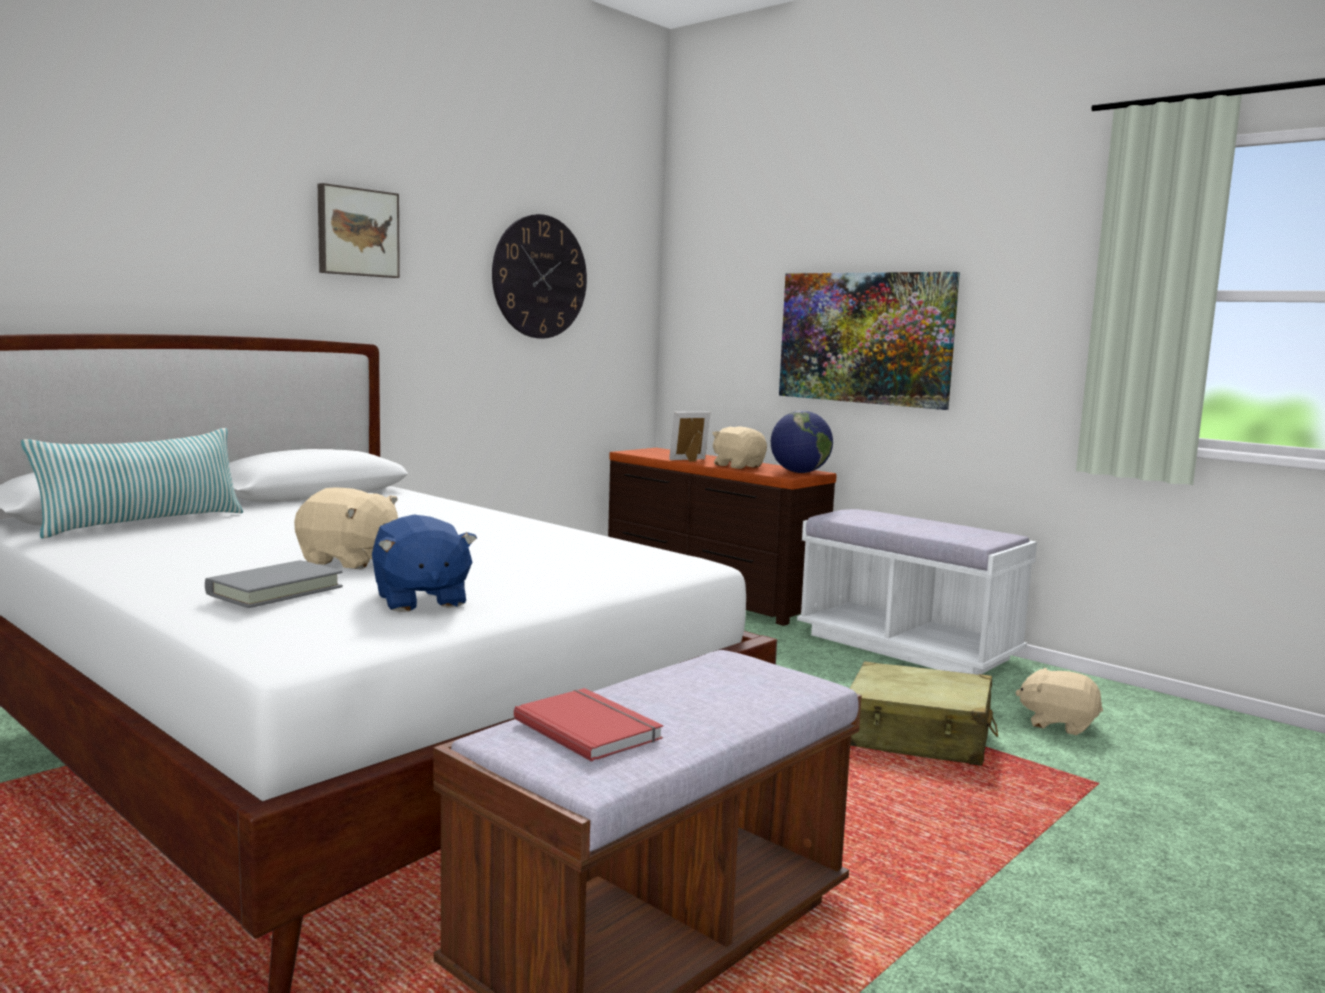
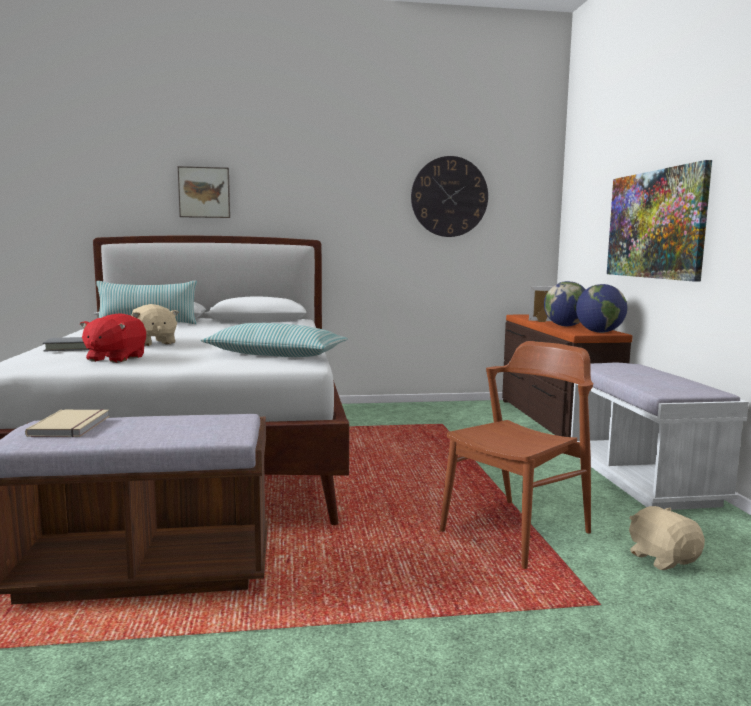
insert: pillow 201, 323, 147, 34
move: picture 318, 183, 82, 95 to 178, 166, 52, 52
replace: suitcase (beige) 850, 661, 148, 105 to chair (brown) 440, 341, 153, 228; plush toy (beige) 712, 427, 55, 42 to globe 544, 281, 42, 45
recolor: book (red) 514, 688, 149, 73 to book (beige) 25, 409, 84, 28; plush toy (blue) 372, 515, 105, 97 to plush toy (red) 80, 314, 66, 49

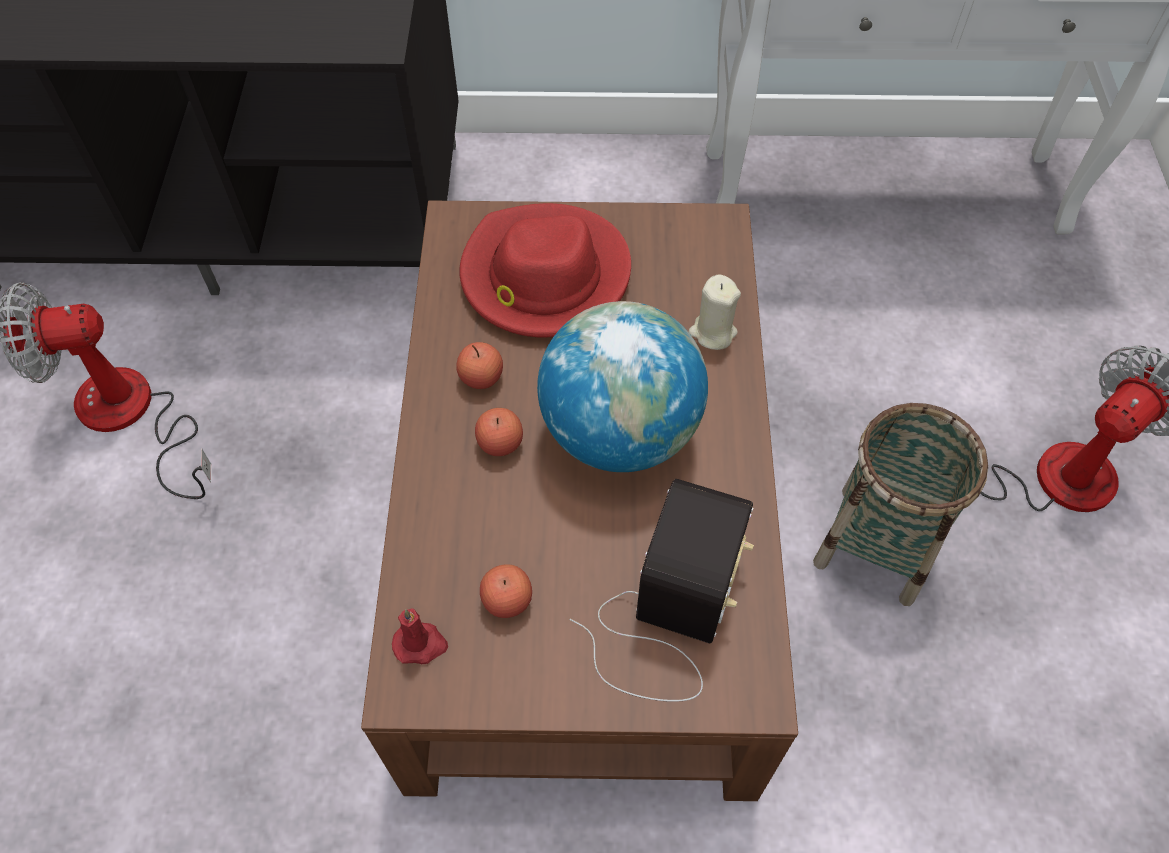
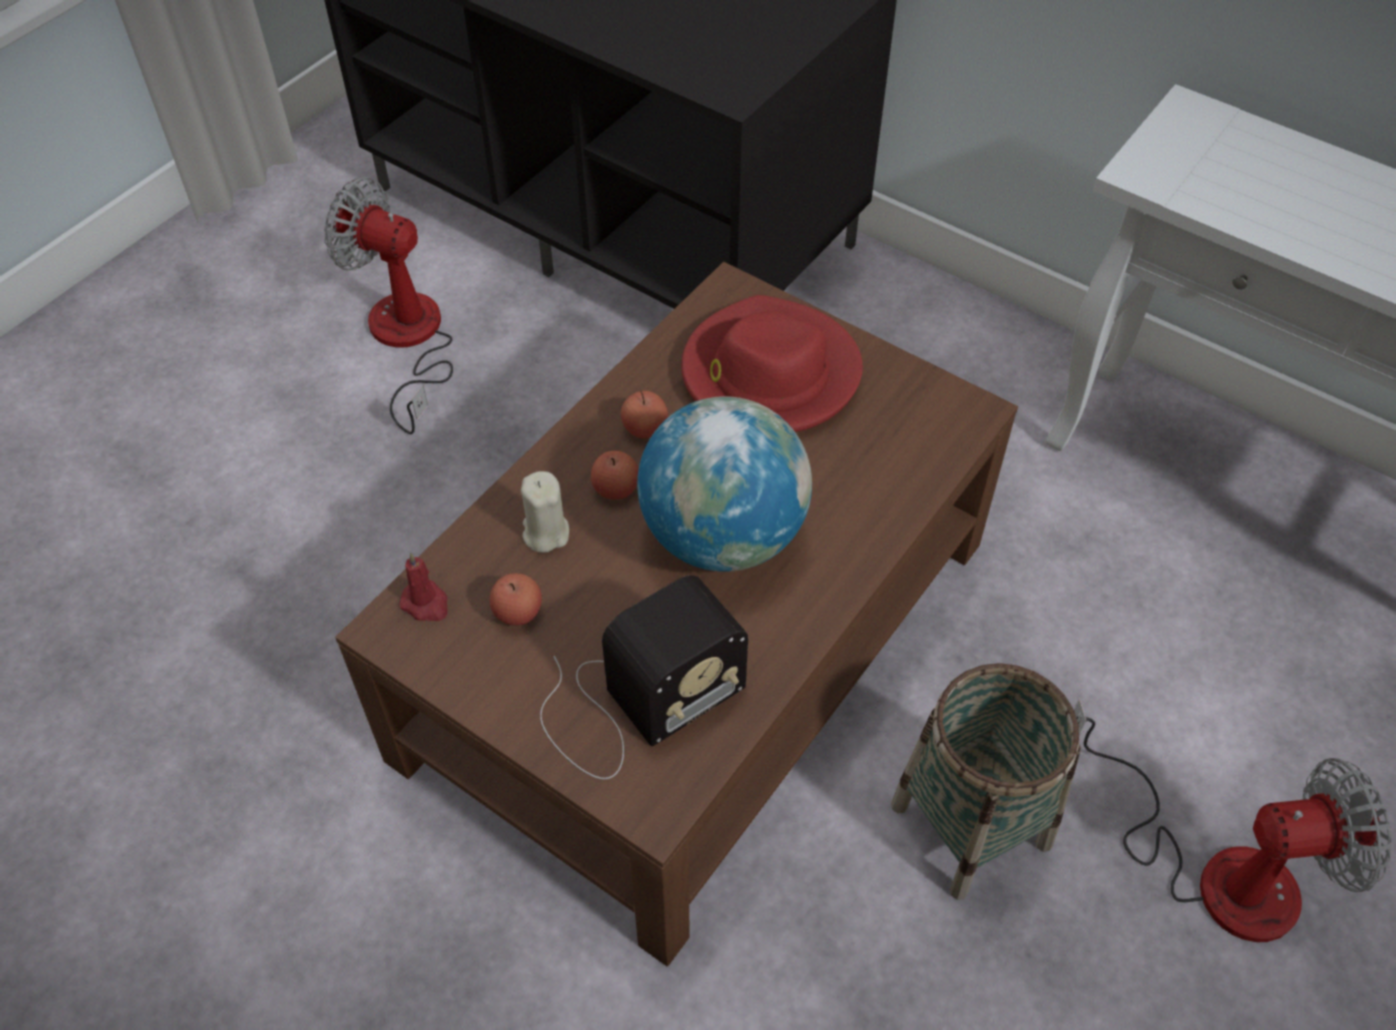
move: candle (beige) 689, 274, 52, 76 to 521, 471, 48, 82

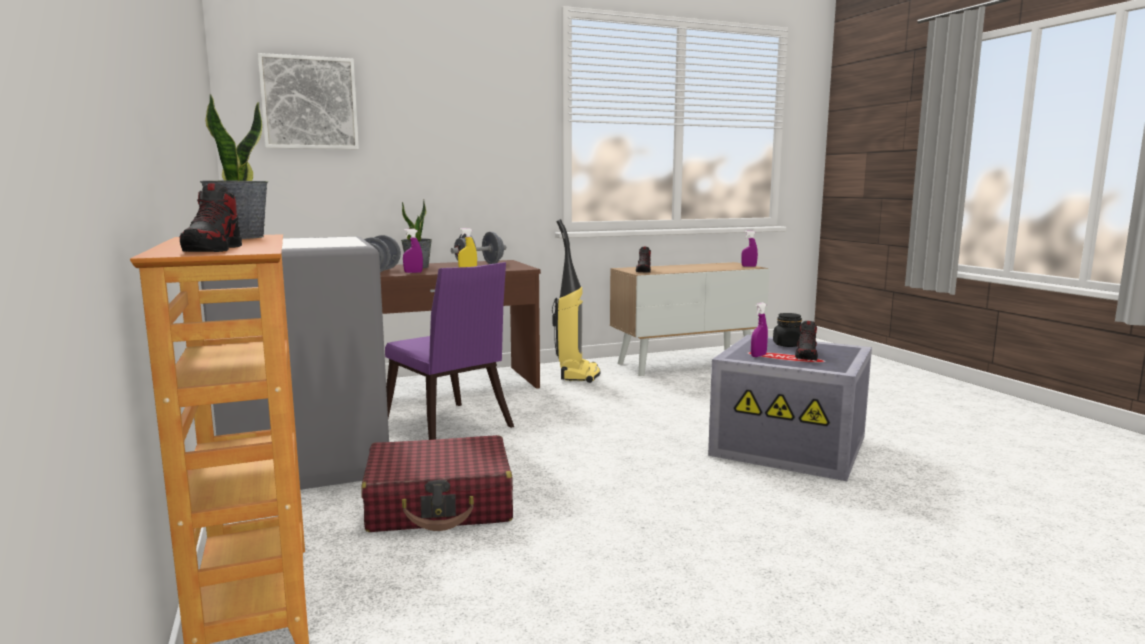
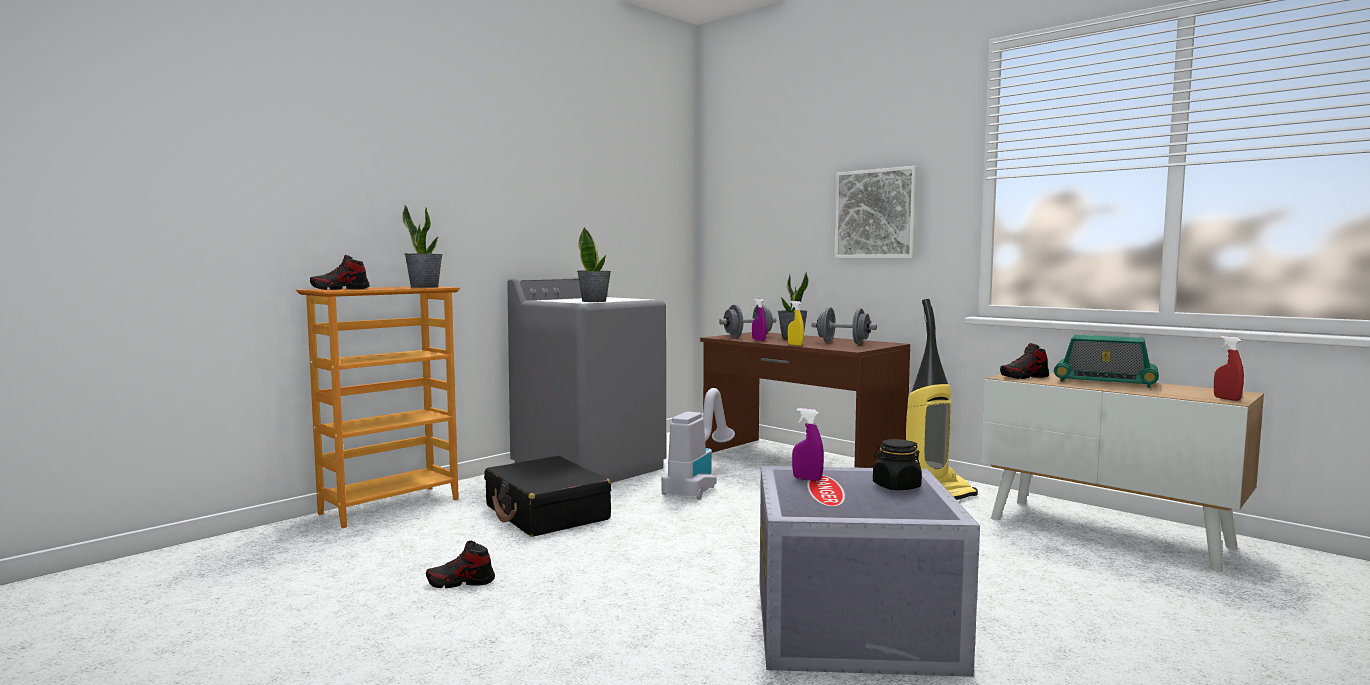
insert: potted plant 577, 227, 34, 75; radio 1054, 335, 105, 53
move: shoe 795, 321, 23, 39 to 426, 541, 69, 47; picture 258, 53, 101, 97 to 834, 166, 84, 92
replace: chair (purple) 385, 262, 129, 178 to vacuum cleaner 661, 388, 74, 112
recolor: suitcase (red) 361, 435, 152, 97 to suitcase (black) 484, 456, 127, 81; spray bottle (purple) 741, 231, 17, 36 to spray bottle (red) 1214, 336, 30, 65

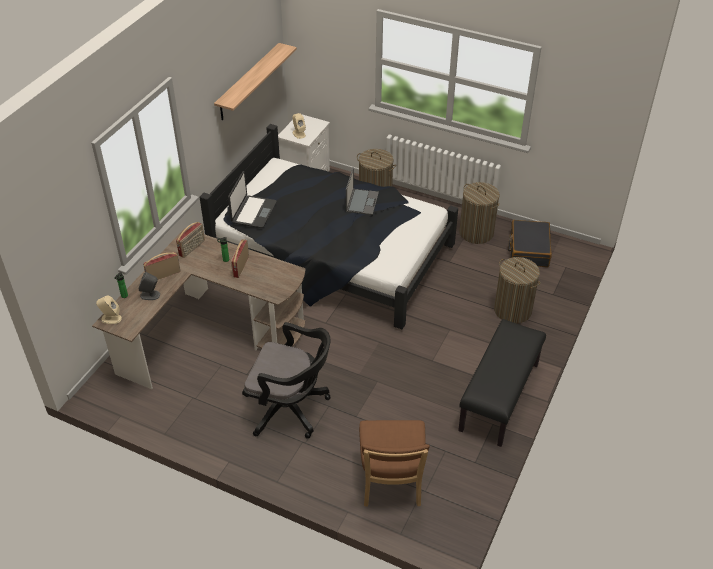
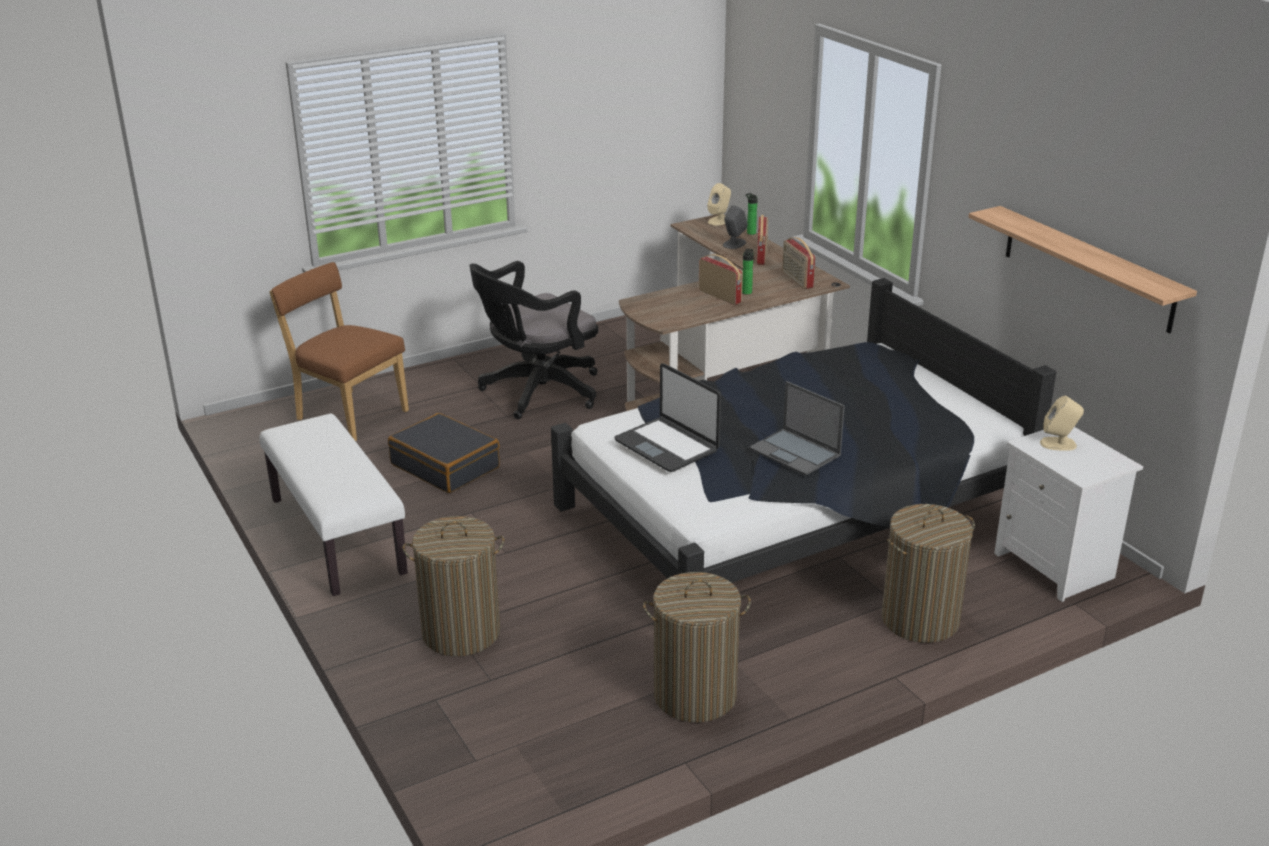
move: suitcase (black) 508, 220, 44, 47 to 388, 413, 112, 80; laptop 228, 171, 48, 57 to 614, 364, 107, 108
recolor: bench (black) 458, 319, 88, 128 to bench (white) 259, 413, 149, 183

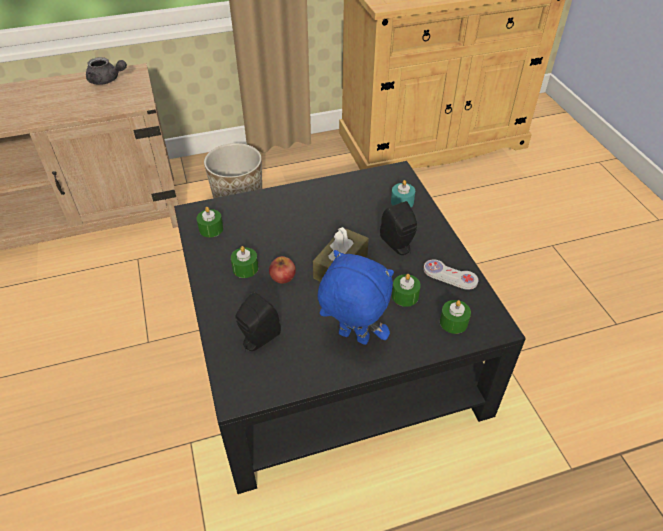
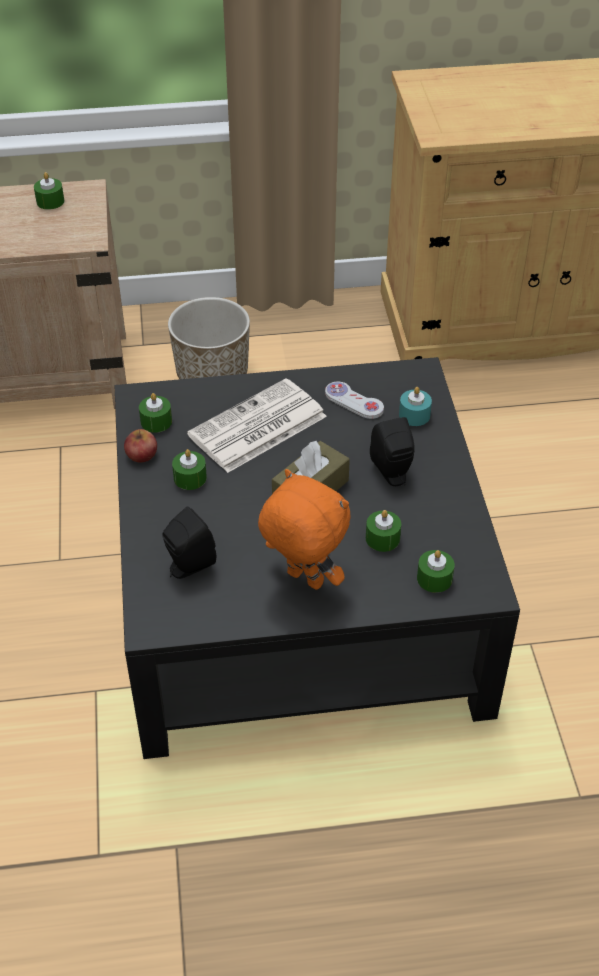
insert: newspaper 187, 378, 140, 95
move: apple 269, 256, 27, 28 to 124, 429, 33, 33; game controller (white) 423, 259, 55, 31 to 325, 382, 59, 37
replace: teapot (grey) 86, 57, 41, 28 to candle (green) 34, 172, 30, 38
recolor: plush toy (blue) 318, 250, 76, 95 to plush toy (orange) 258, 469, 92, 121

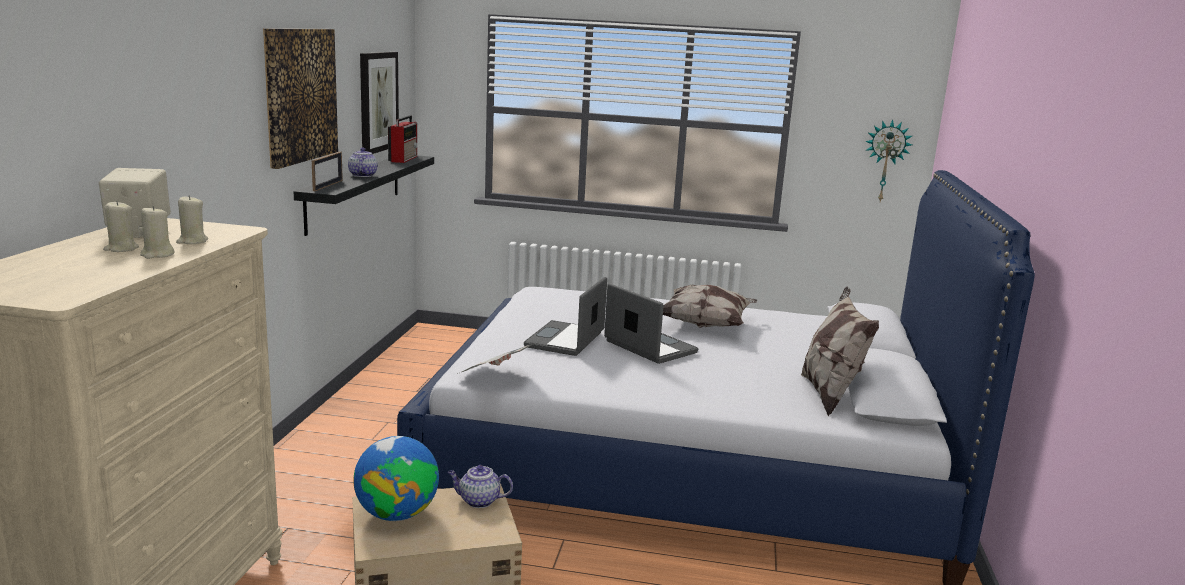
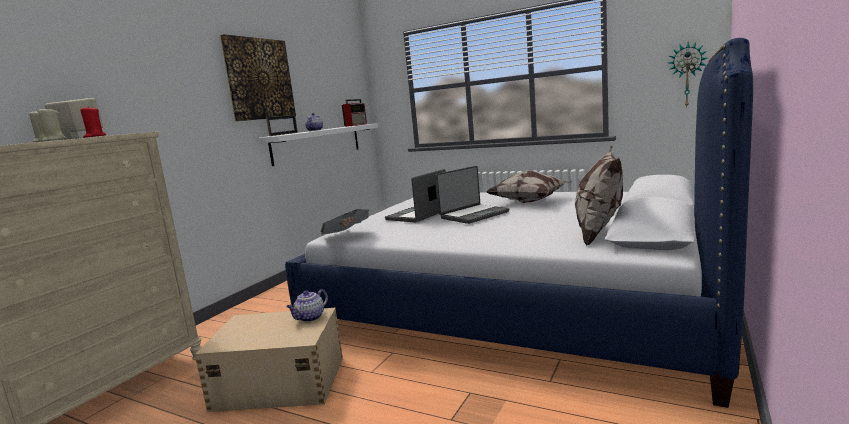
delete: globe 353, 436, 86, 85; picture 360, 52, 39, 102
recolor: candle (beige) 176, 195, 32, 49 to candle (red) 80, 106, 26, 32; shelf (black) 294, 156, 140, 80 to shelf (white) 259, 123, 119, 43
rotate: teapot 447, 465, 66, 43 = 286, 289, 42, 33 75 degrees counterclockwise; laptop 604, 284, 94, 80 = 435, 166, 74, 58 75 degrees clockwise

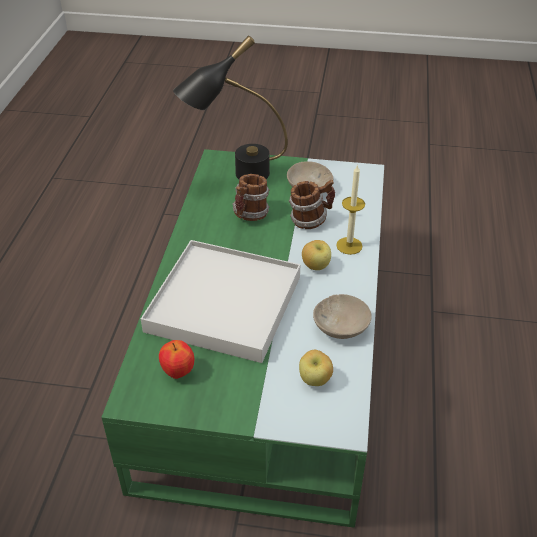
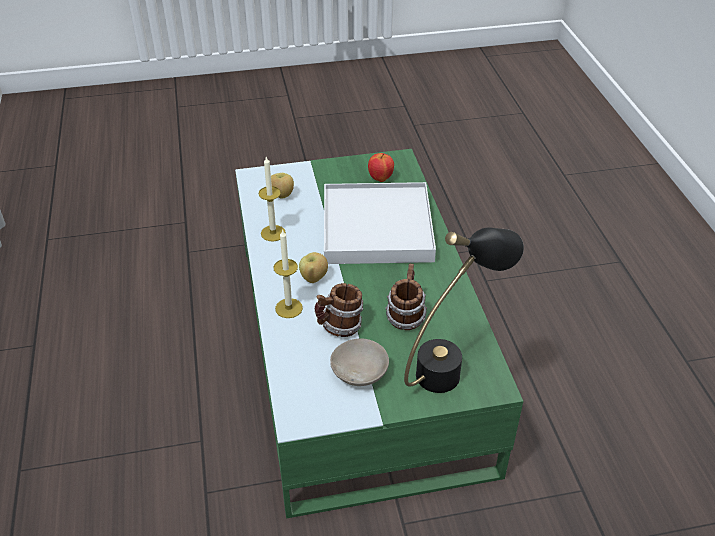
replace: bowl (beige) 313, 294, 59, 45 to candle 259, 157, 27, 84

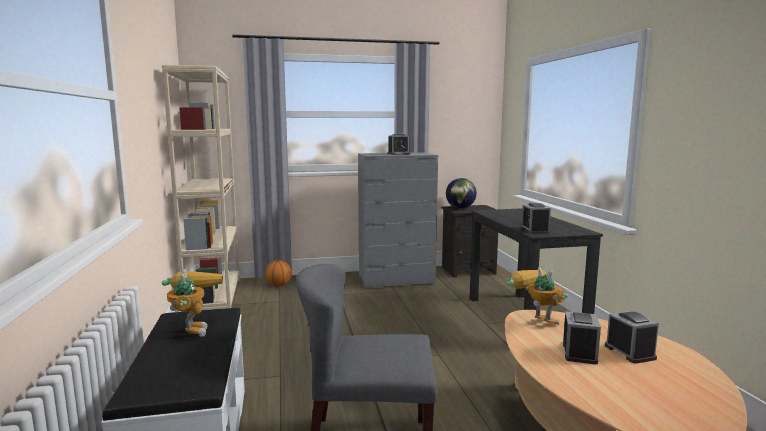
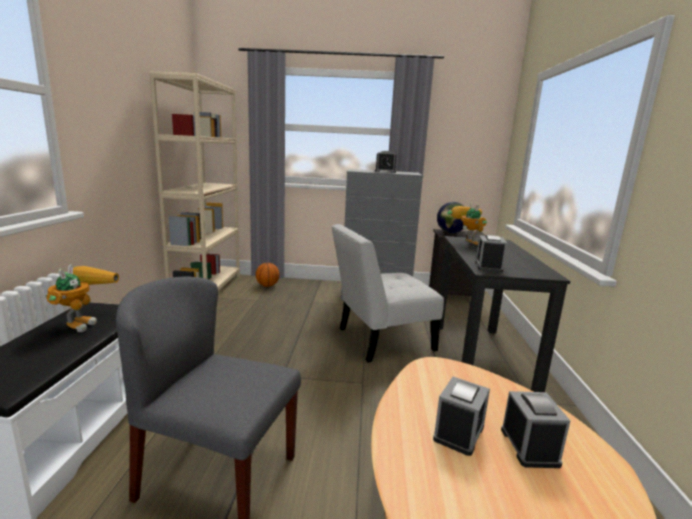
insert: chair (white) 331, 224, 113, 138
move: toy robot 507, 268, 61, 57 to 447, 202, 40, 43

